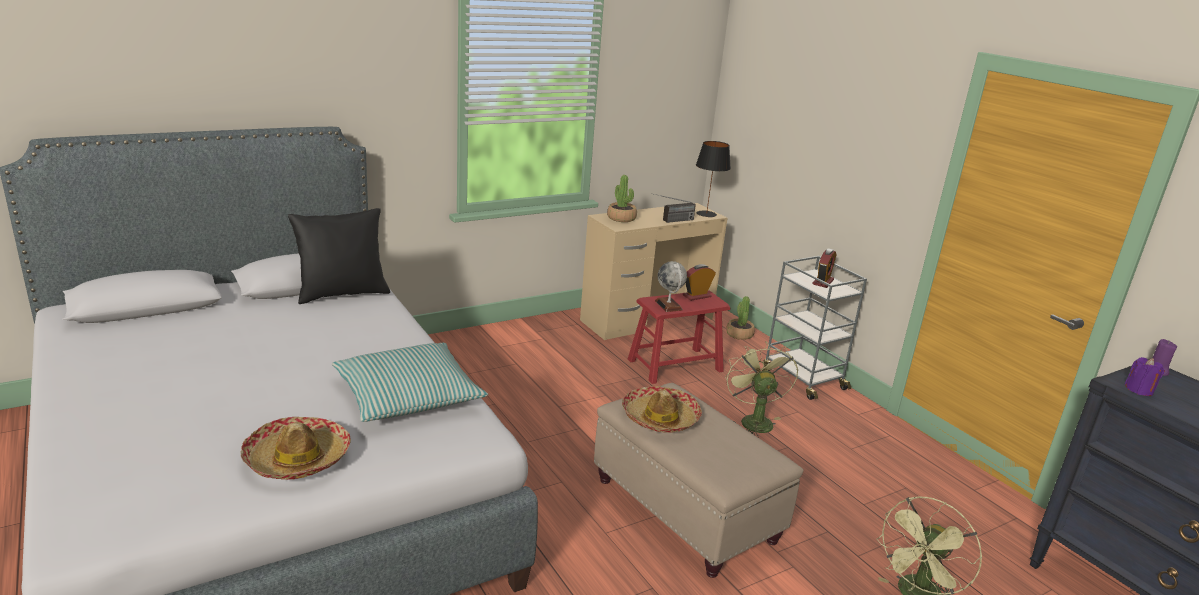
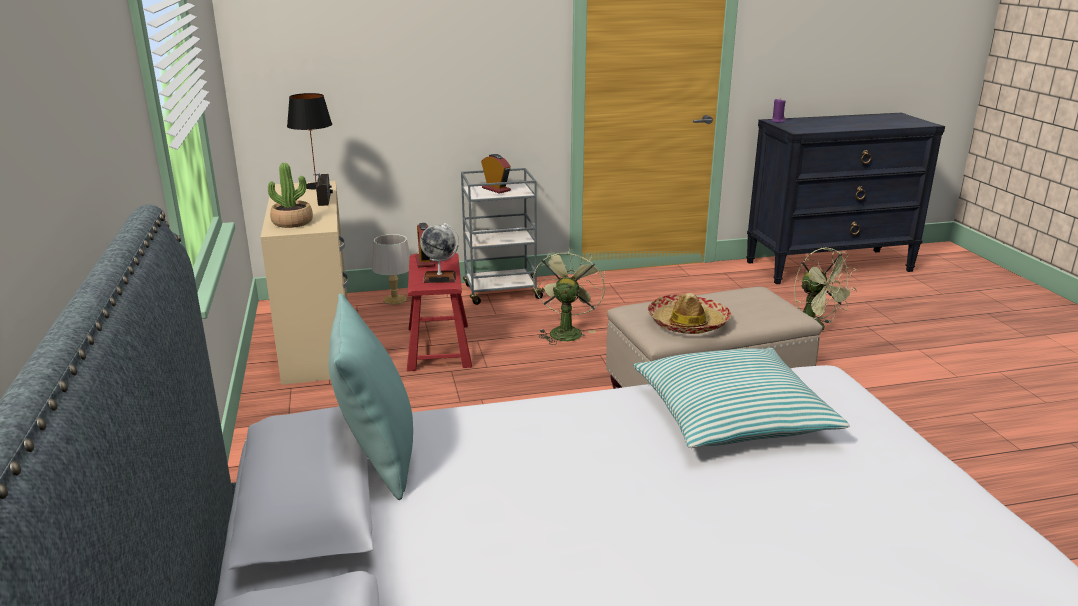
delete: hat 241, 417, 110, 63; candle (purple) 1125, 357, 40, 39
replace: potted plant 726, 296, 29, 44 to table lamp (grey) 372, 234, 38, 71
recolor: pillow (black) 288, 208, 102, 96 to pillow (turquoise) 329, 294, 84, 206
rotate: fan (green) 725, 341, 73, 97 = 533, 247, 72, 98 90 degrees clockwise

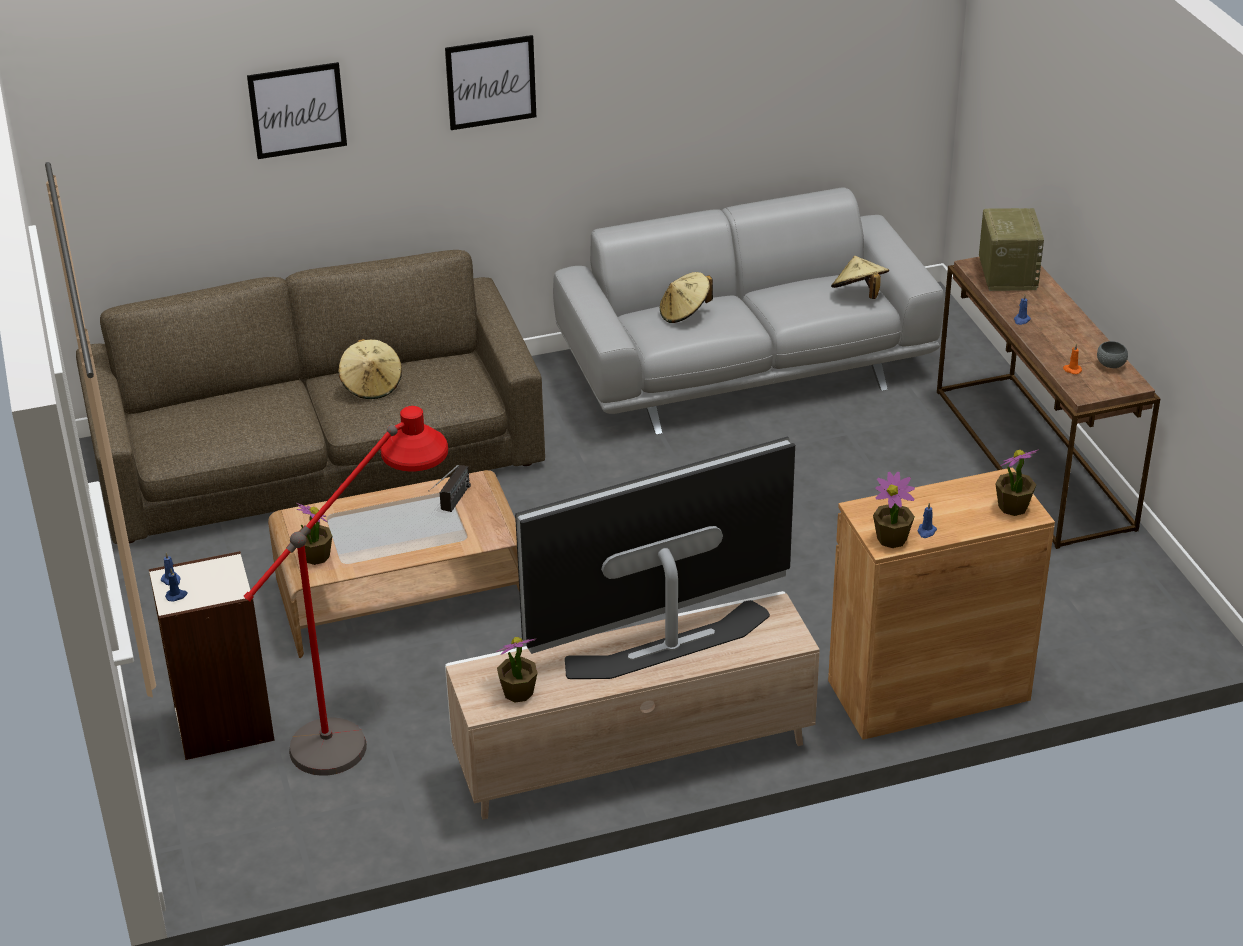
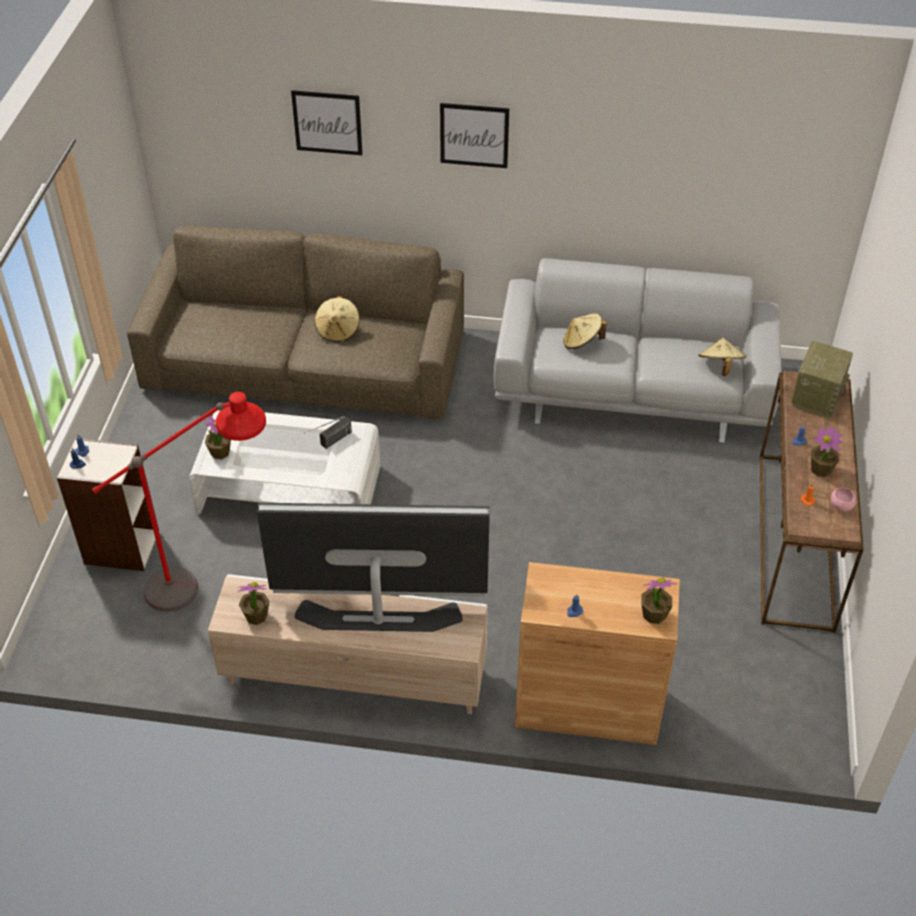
move: potted plant 873, 471, 42, 77 to 811, 426, 32, 51
recolor: coffee table (brown) 268, 470, 251, 188 to coffee table (white) 189, 410, 191, 105; bowl (grey) 1097, 341, 31, 27 to bowl (pink) 831, 488, 25, 24

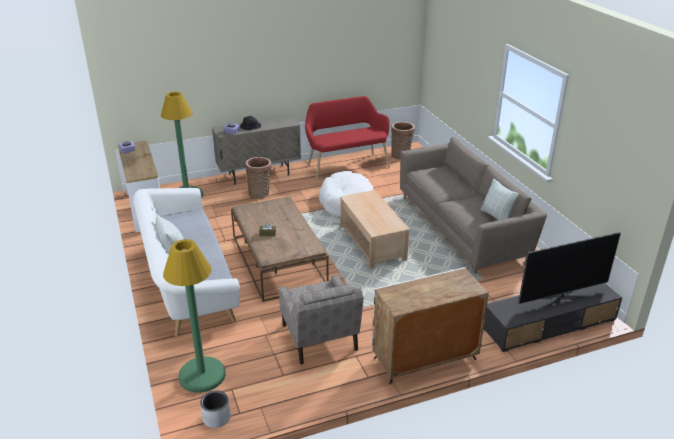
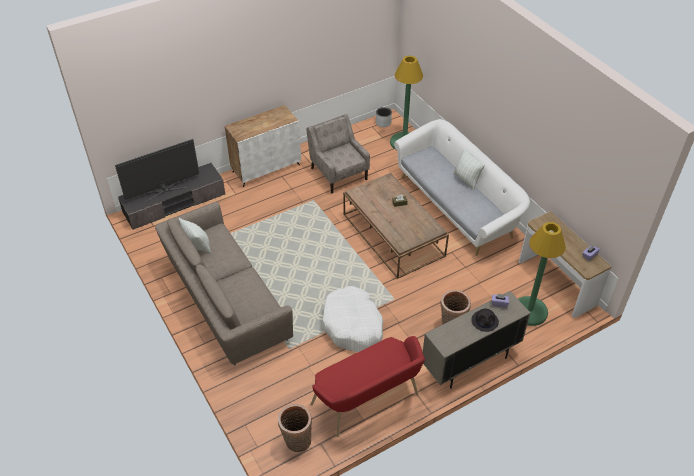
delete: coffee table (beige) 340, 190, 70, 79

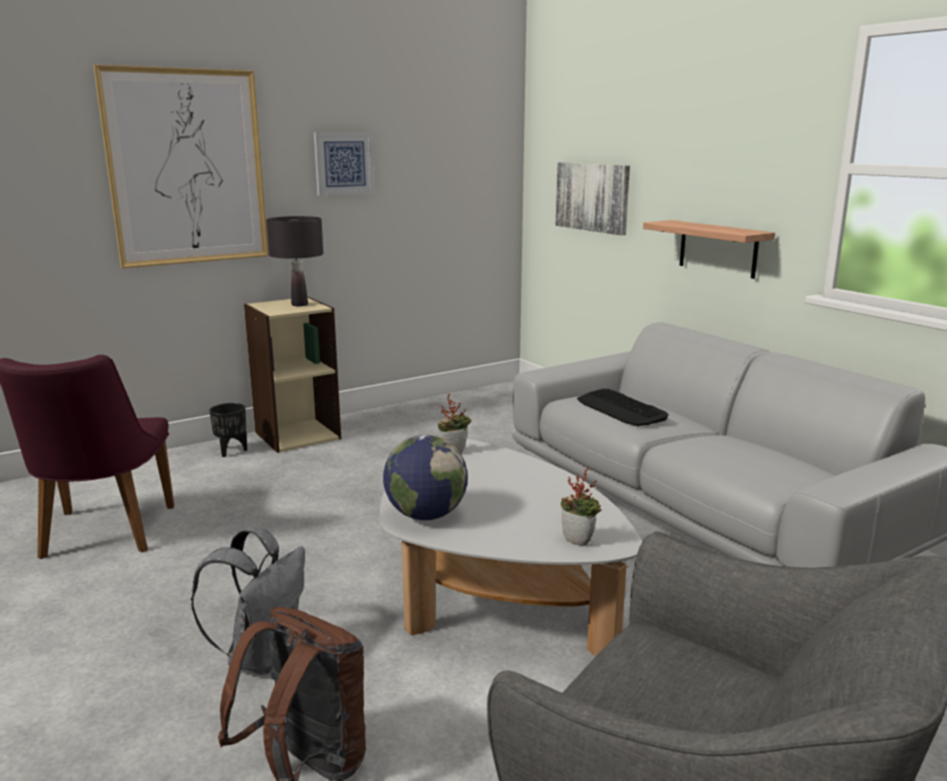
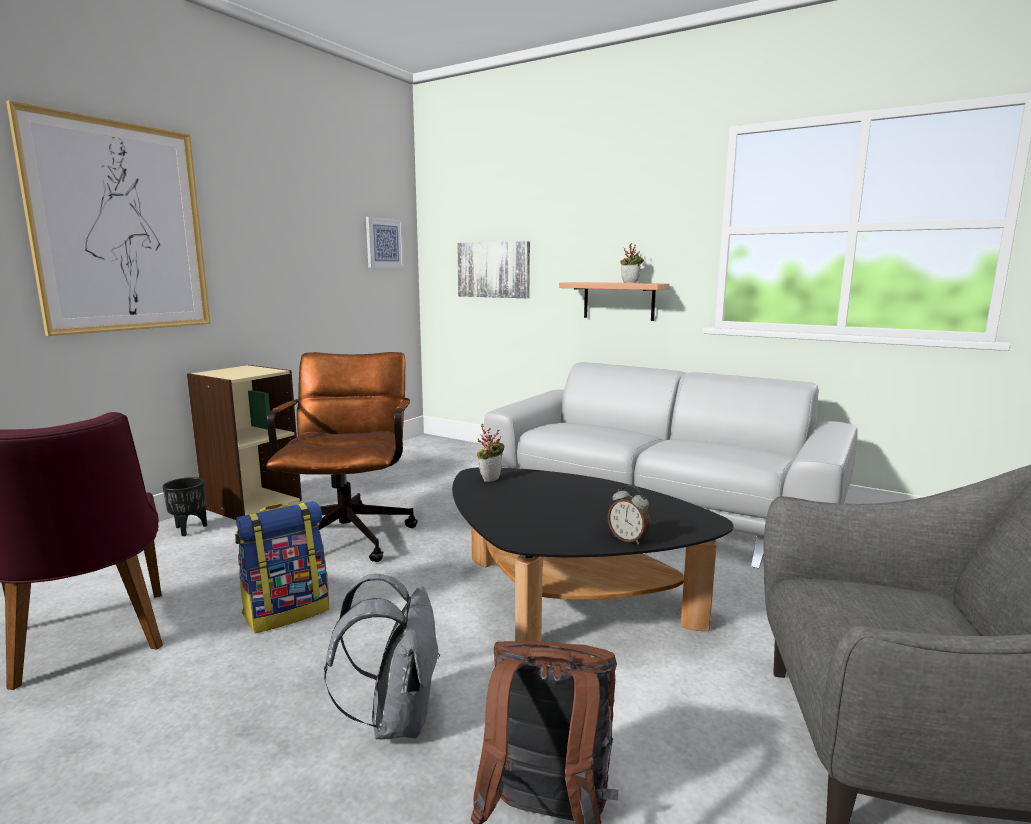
delete: table lamp (black) 266, 216, 58, 90; globe 383, 435, 85, 85; keyboard 577, 389, 92, 37
insert: backpack 235, 501, 94, 132; office chair (brown) 266, 352, 152, 210; alarm clock 608, 485, 42, 59
move: picture 314, 132, 60, 64 to 366, 217, 38, 51; potted plant 561, 467, 41, 79 to 620, 243, 24, 40
recolor: coffee table (white) 380, 439, 262, 217 to coffee table (black) 452, 467, 282, 175

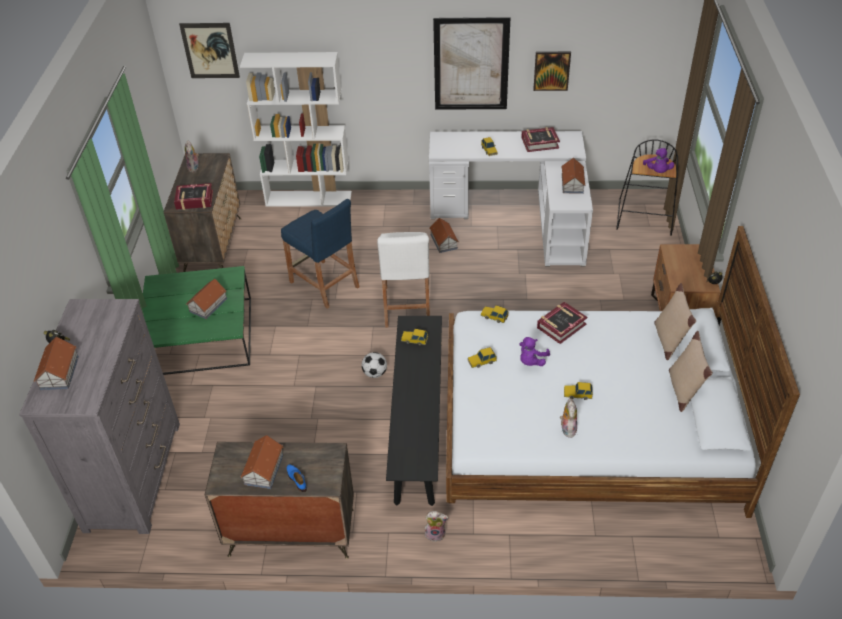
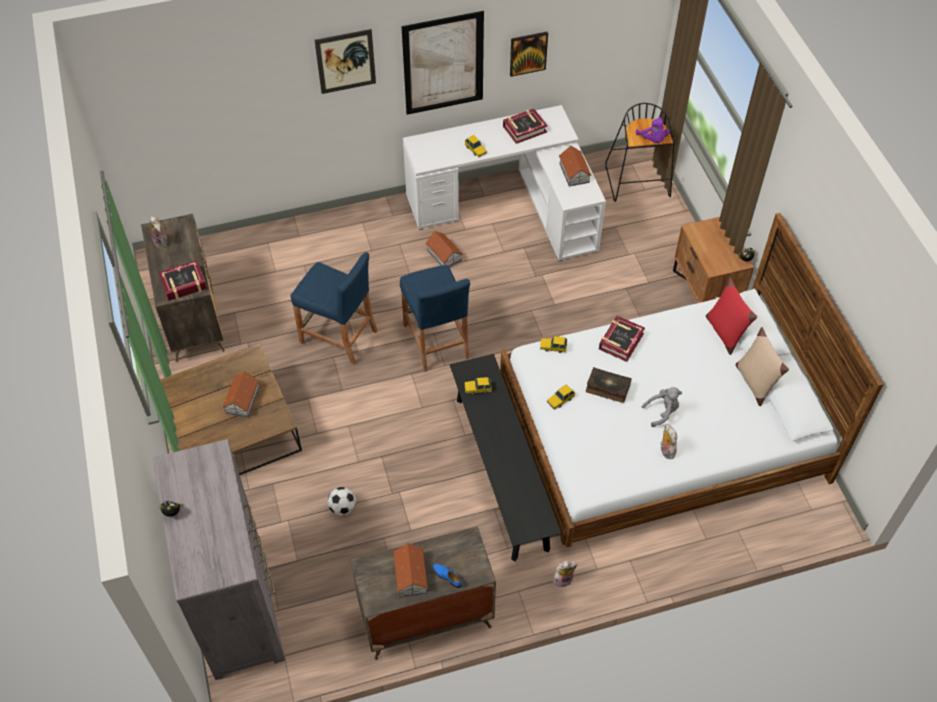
delete: toy house 34, 336, 45, 54; bookcase (white) 240, 52, 112, 155
move: picture 179, 23, 61, 55 to 314, 29, 62, 65; football 361, 352, 26, 26 to 328, 487, 28, 29
replace: plush toy (purple) 519, 337, 31, 29 to book 586, 367, 46, 36; toy car 564, 382, 29, 18 to plush toy (grey) 642, 387, 40, 40
recolor: coffee table (green) 142, 266, 109, 109 to coffee table (brown) 160, 344, 142, 131; stool (white) 377, 232, 53, 96 to stool (blue) 400, 265, 70, 107; pillow (beige) 654, 283, 42, 78 to pillow (red) 706, 278, 51, 77

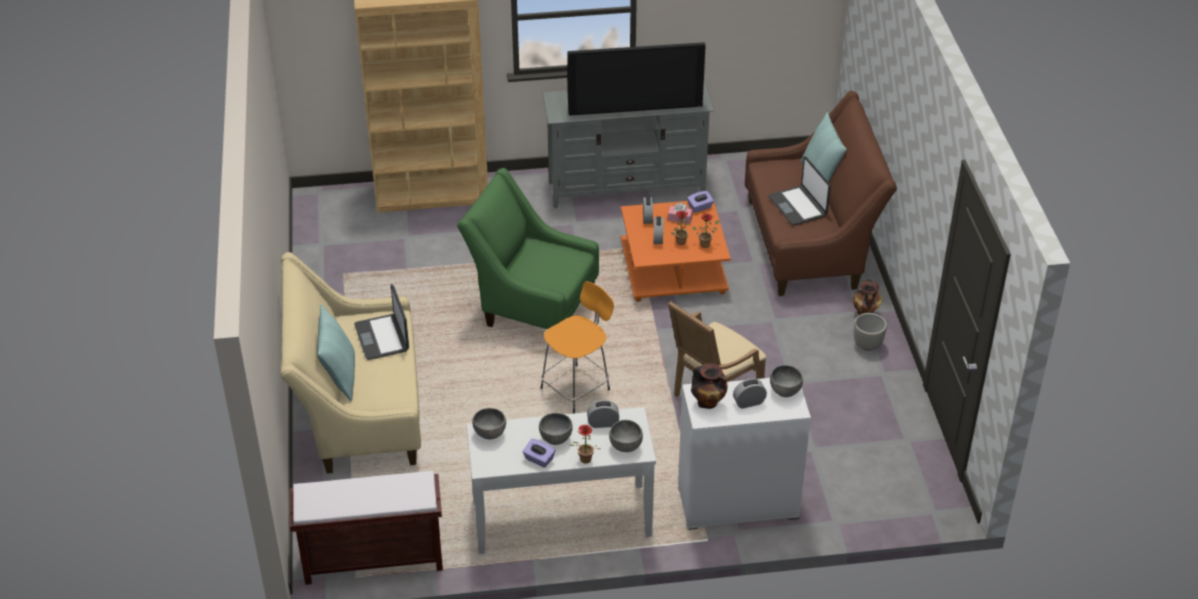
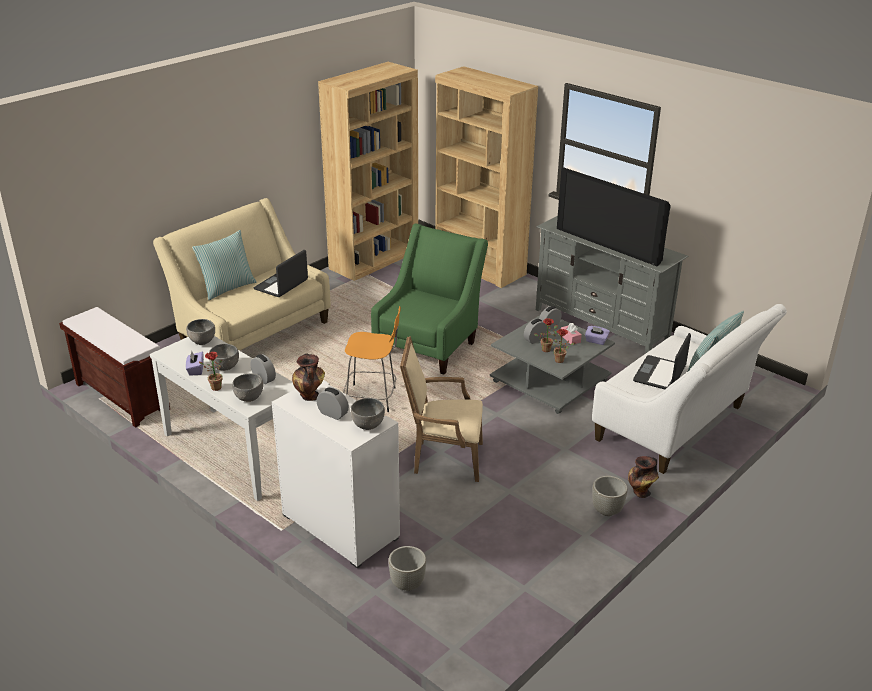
insert: bookcase (brown) 318, 62, 100, 219; planter (grey) 388, 546, 38, 45
recolor: coffee table (orange) 621, 201, 110, 101 to coffee table (grey) 490, 315, 125, 99; sofa (brown) 745, 91, 152, 205 to sofa (white) 592, 304, 195, 170
rotate: armchair (green) 457, 168, 142, 161 = 371, 224, 117, 150 45 degrees clockwise

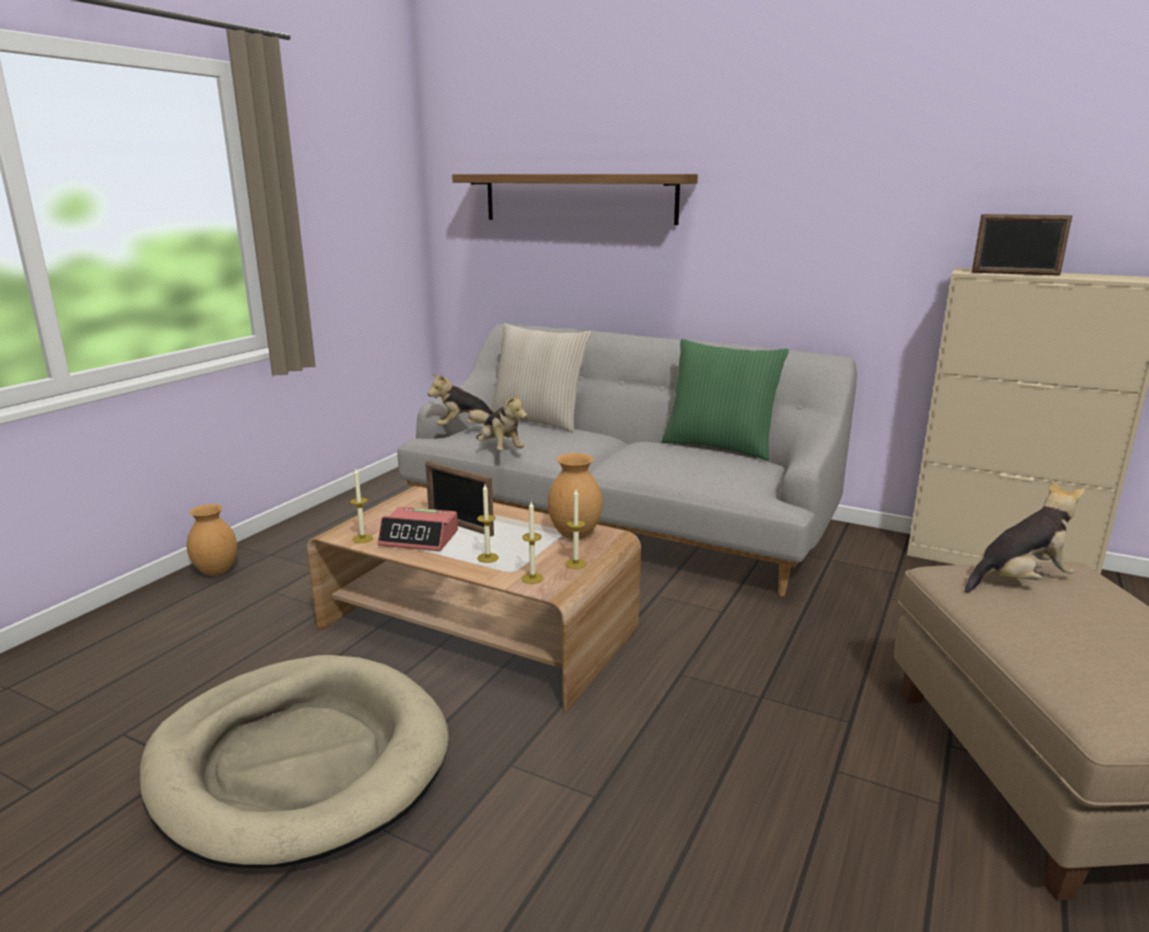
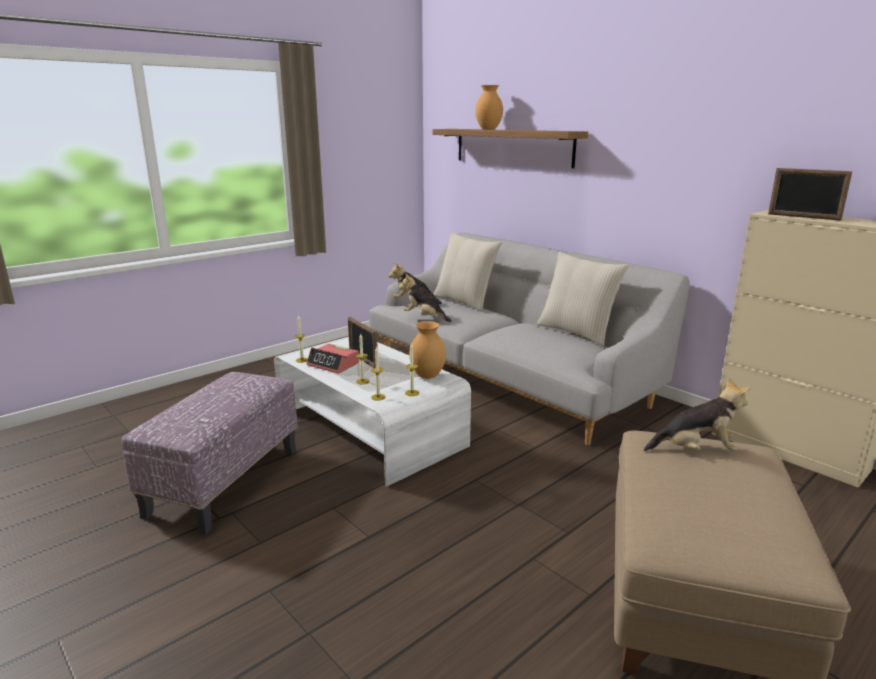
move: vase (brown) 187, 504, 50, 72 to 475, 85, 28, 45
replace: dog bed (beige) 140, 655, 309, 213 to ottoman 121, 372, 177, 163
recolor: coffee table (brown) 307, 486, 334, 226 to coffee table (white) 274, 337, 197, 150; pillow (green) 662, 339, 127, 121 to pillow (beige) 537, 252, 92, 94
rotate: plush toy 476, 391, 51, 60 = 399, 274, 53, 48 135 degrees clockwise

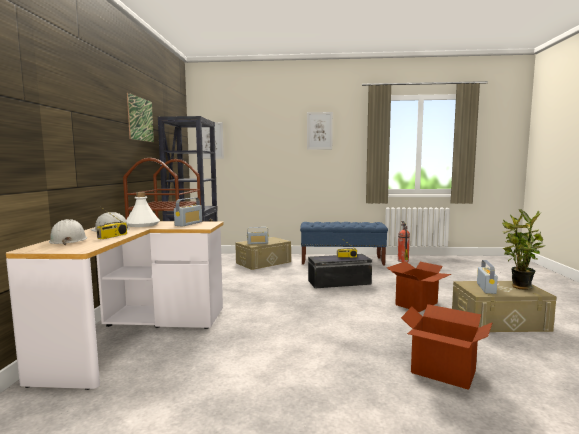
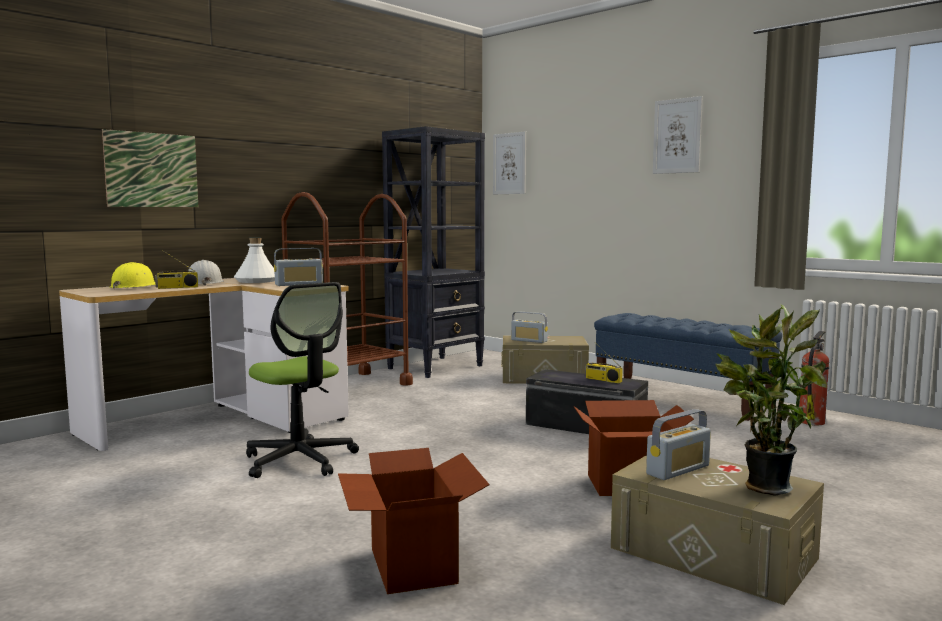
insert: office chair 246, 282, 113, 196
move: picture 127, 93, 27, 49 to 102, 129, 96, 78
recolor: hard hat (white) 49, 219, 38, 26 to hard hat (yellow) 110, 262, 45, 27

